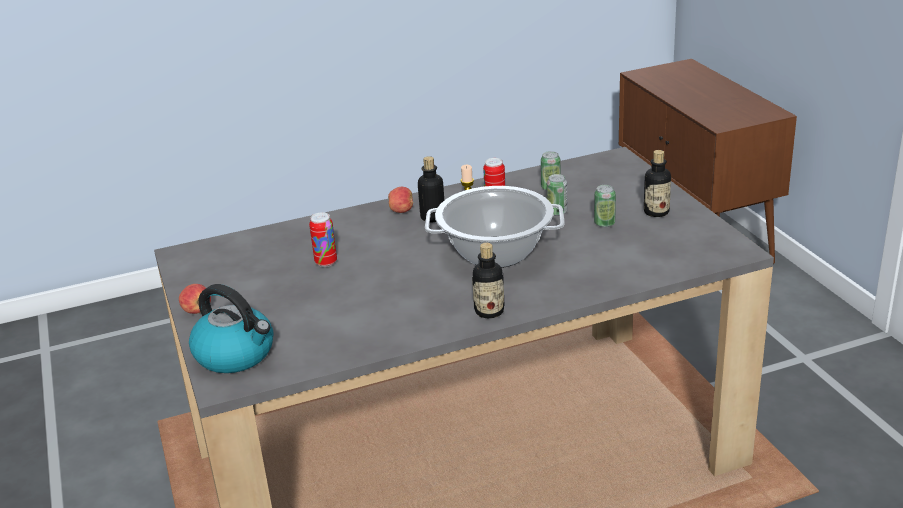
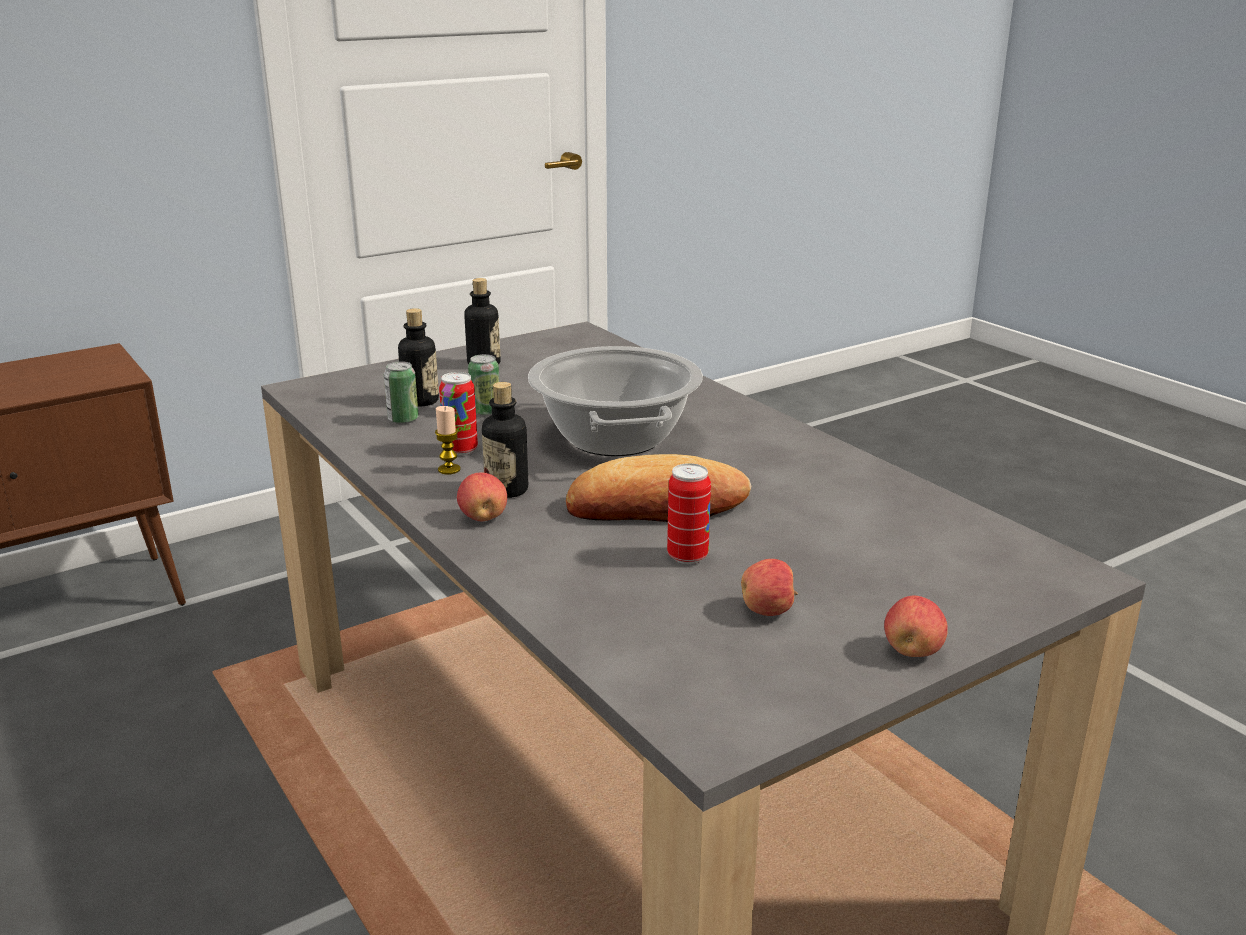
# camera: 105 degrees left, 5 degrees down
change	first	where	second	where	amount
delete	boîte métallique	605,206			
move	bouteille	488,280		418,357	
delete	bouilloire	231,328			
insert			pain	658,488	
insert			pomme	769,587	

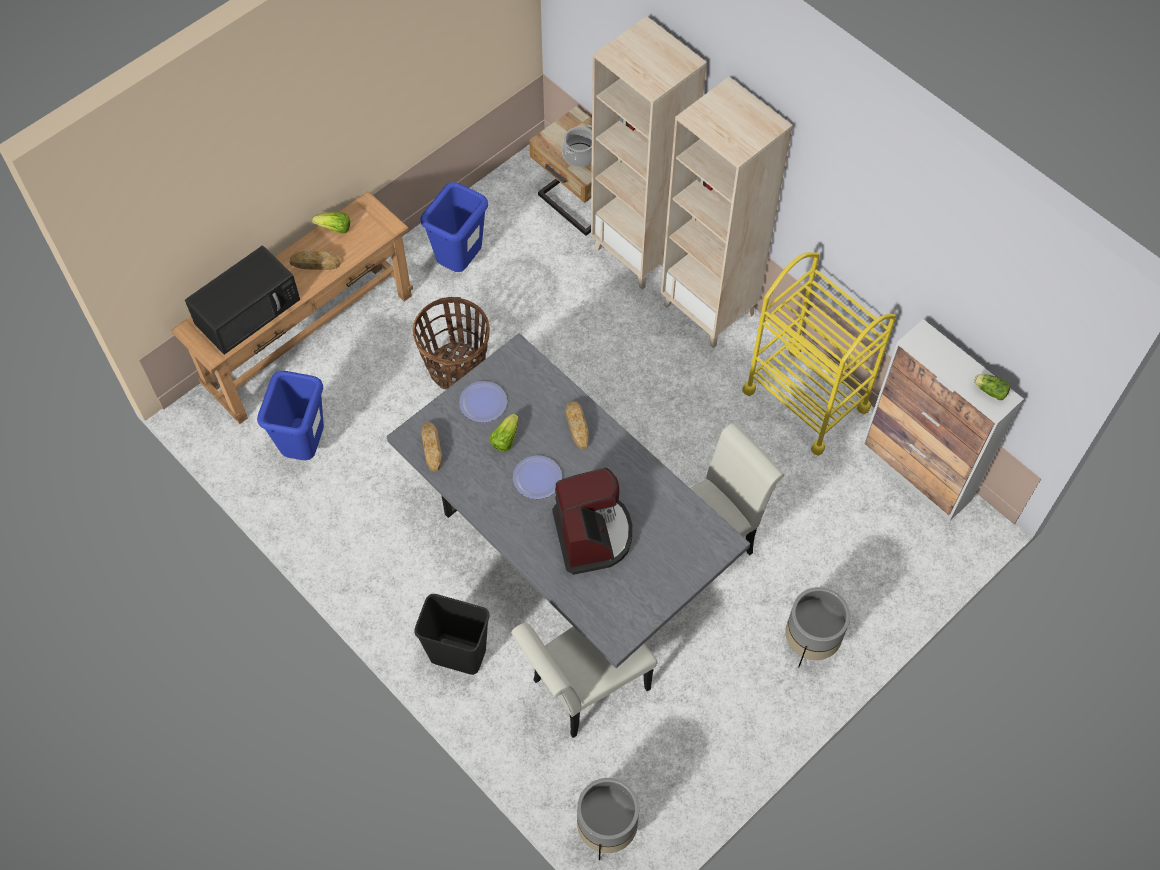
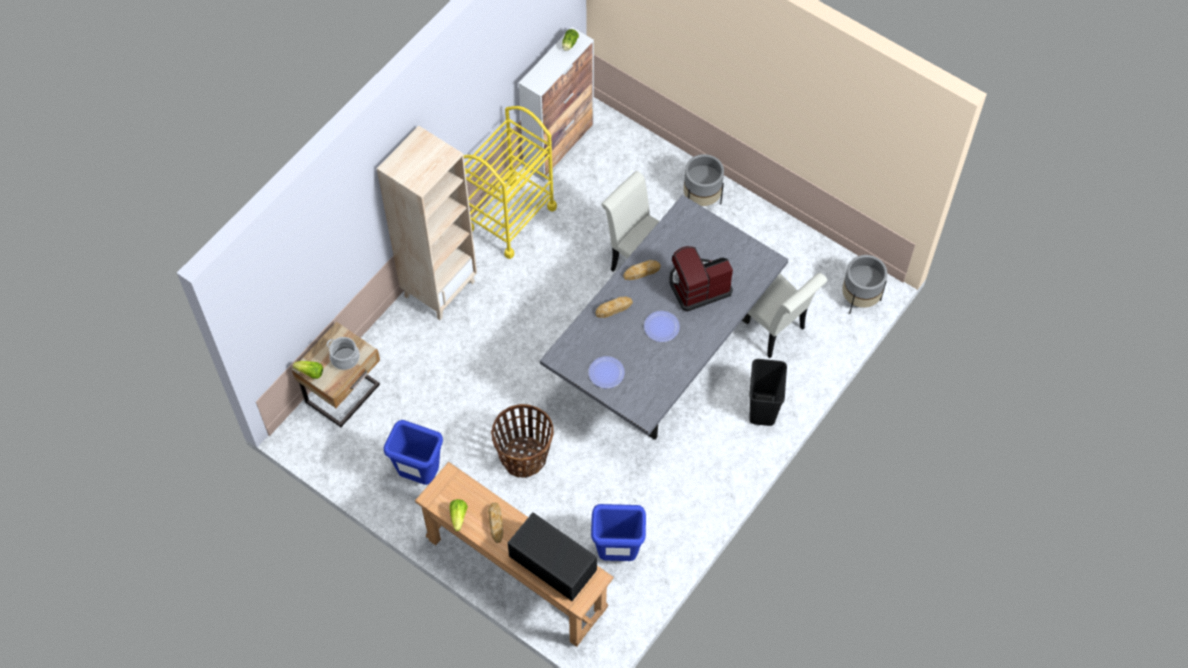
# camera: 100 degrees left, 0 degrees up
change	first	where	second	where	amount
delete	bibliothèque/beige	649,153			
move	laitue	504,433		308,370	
move	pain	432,447		642,270	

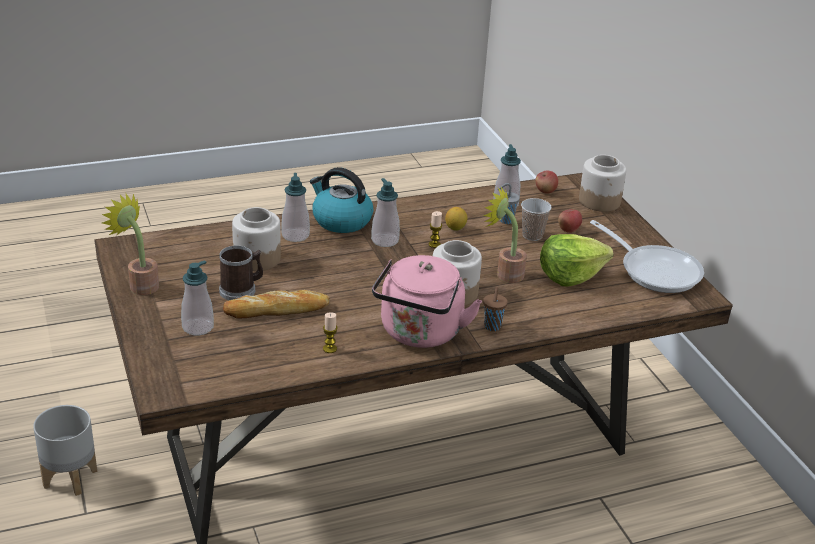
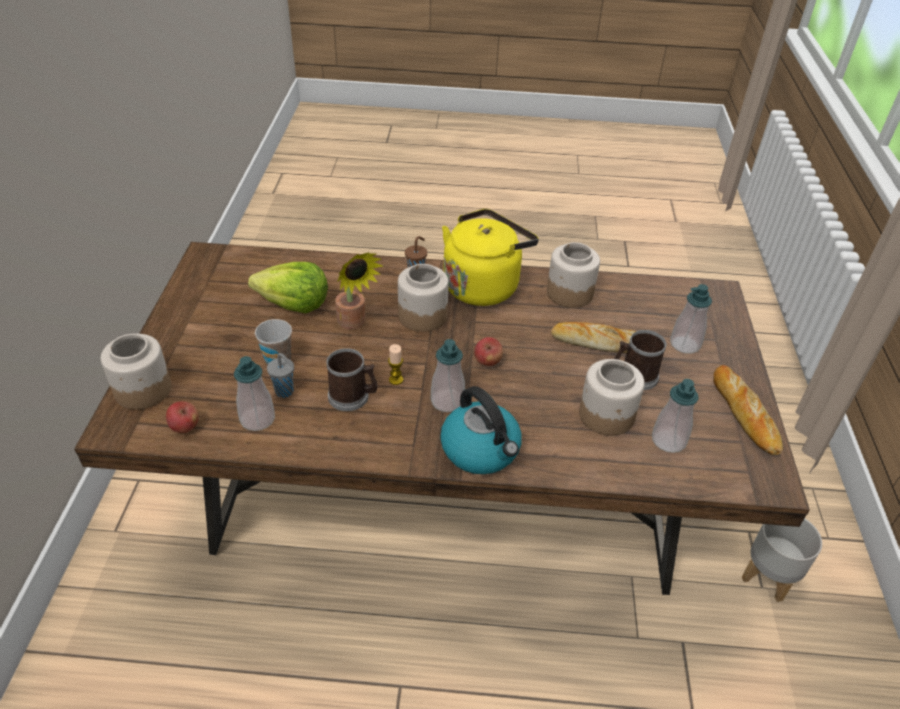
# camera: 155 degrees left, 10 degrees up
change	first	where	second	where	amount
move	distributeur de savon	295,207		675,416	
replace	plante en pot	130,244	pain	748,410	
replace	citron	456,219	mug	352,379	
move	pomme	570,221		488,351	
delete	poêle	647,256			
recolor	bouilloire/rose	427,301	bouilloire/jaune	490,257	
replace	bougie	330,332	bocal	573,275	

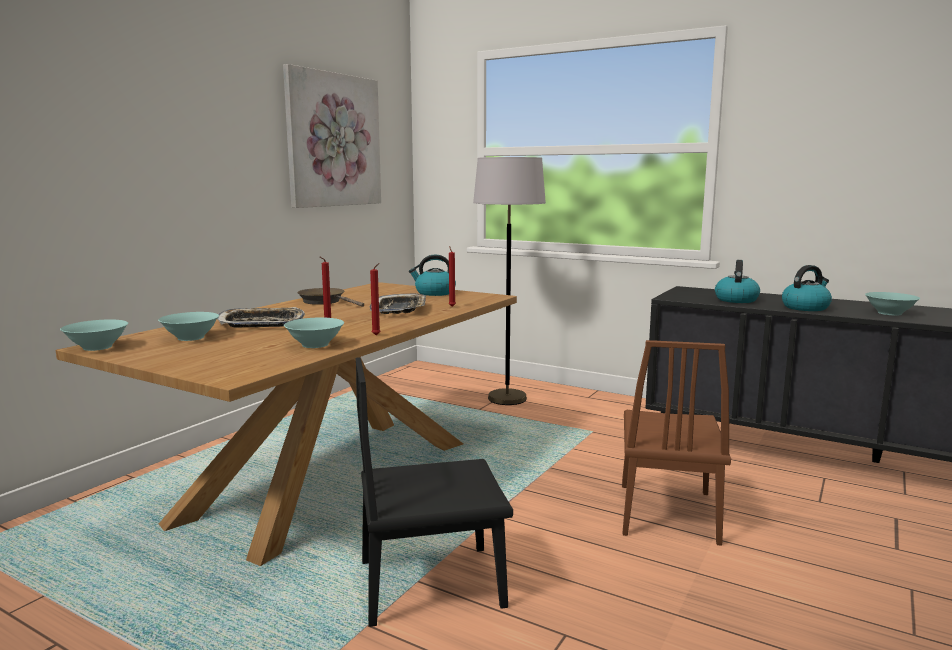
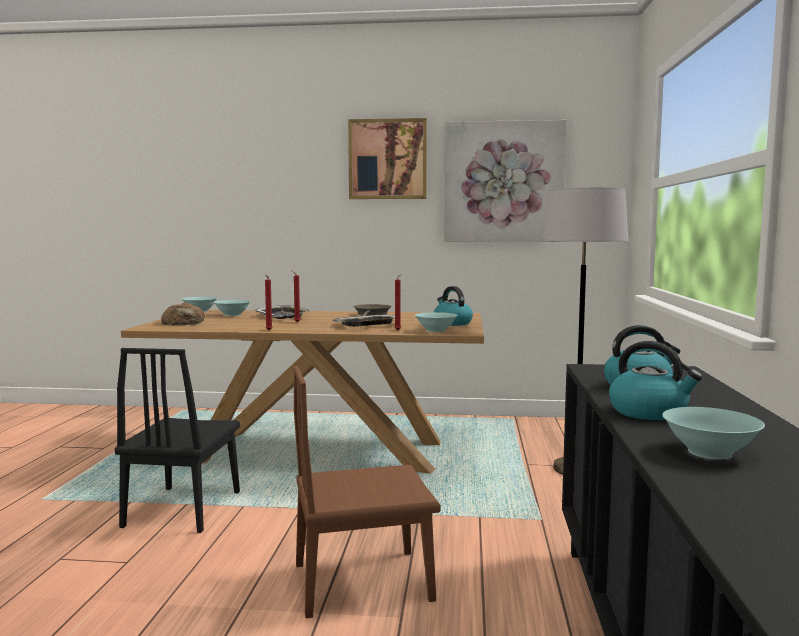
# camera: 65 degrees right, 5 degrees down
change	first	where	second	where	amount
move	bol/turquoise	314,332		436,322	
rotate	chaise/noir	434,492		177,440	135 degrees counterclockwise
insert			tableau	387,158	
insert			pain	183,314	

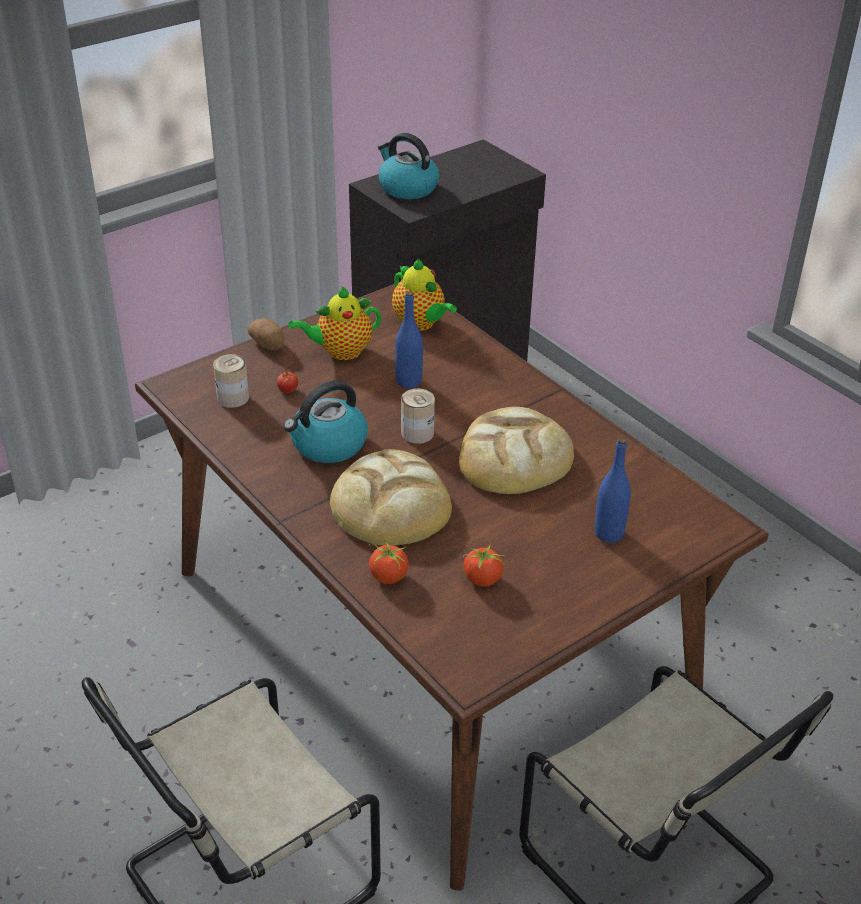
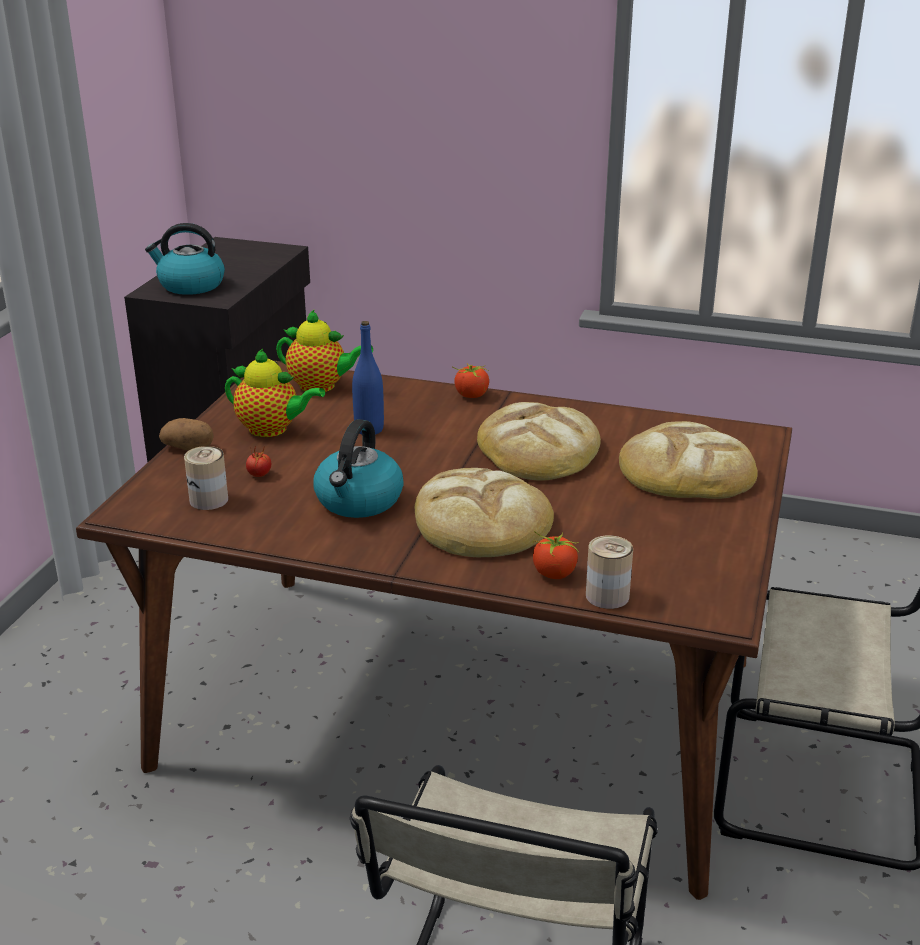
# camera: 35 degrees left, 10 degrees down
change	first	where	second	where	amount
rotate	théière	335,323		275,393	105 degrees counterclockwise
move	boîte métallique	418,416		609,572	
replace	bouteille/bleu	613,490	pain	688,460	
move	tomate	483,565		471,381	

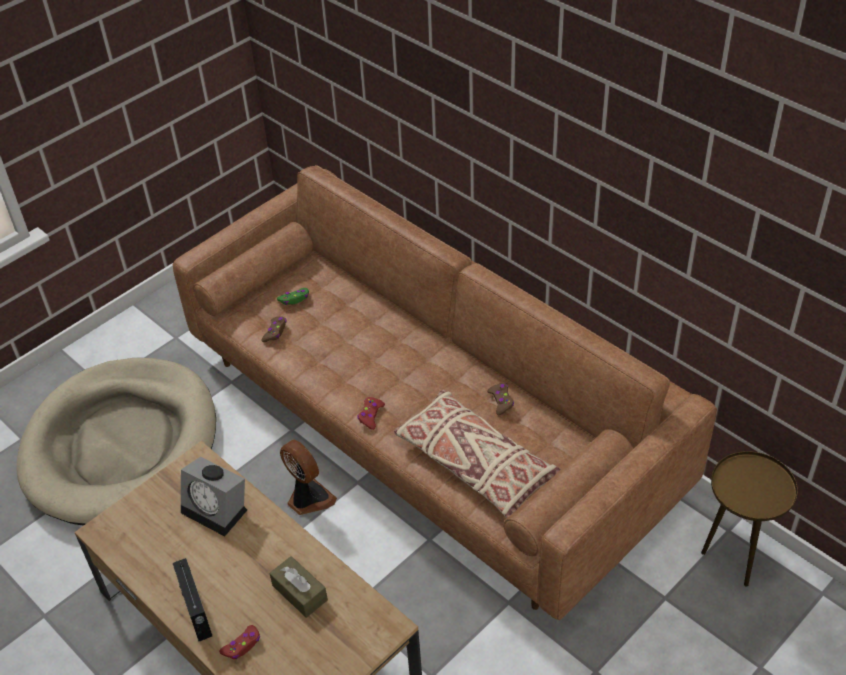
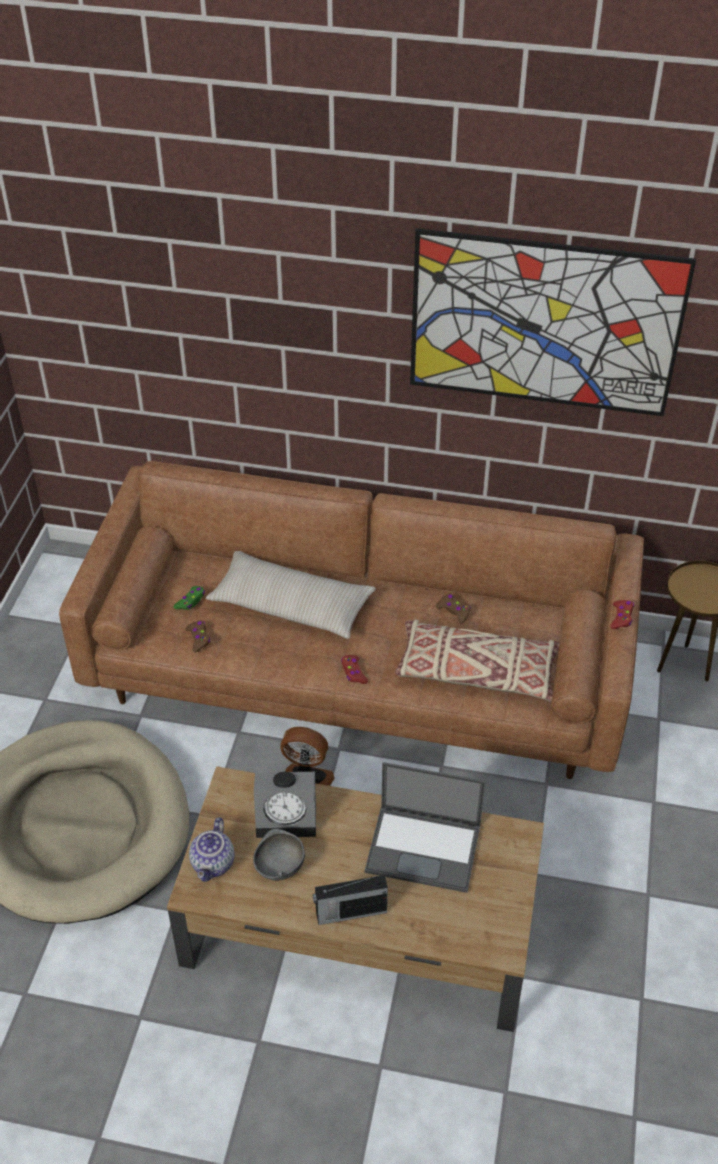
# camera: 35 degrees left, 0 degrees up
change	first	where	second	where	amount
replace	boîte à mouchoirs/marron	299,587	ordinateur portable	425,827	
rotate	radio	192,599		350,900	135 degrees clockwise
move	manette/rouge	239,642		622,614	
insert			tableau	553,322	
insert			coussin/beige	291,595	
insert			théière	212,849	
insert			bol/gris	279,854	

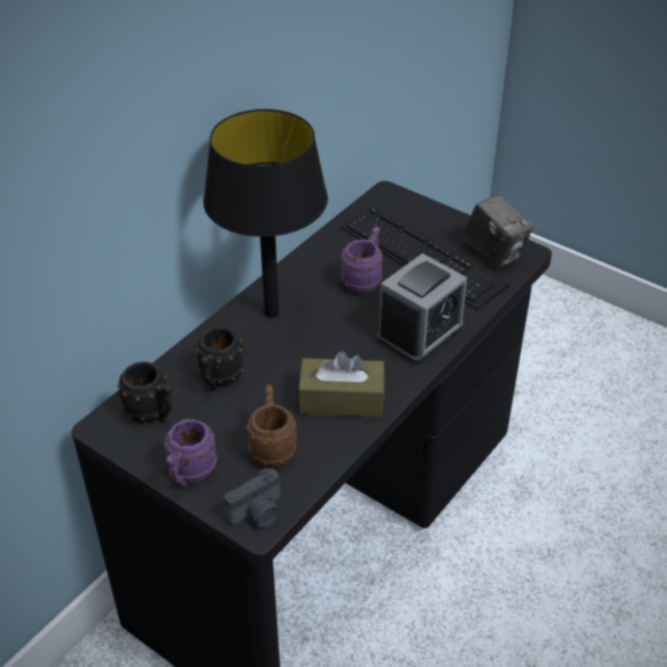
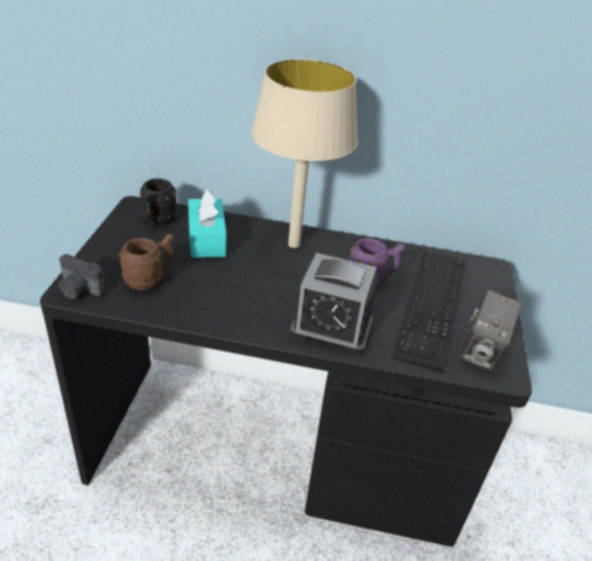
# camera: 60 degrees right, 5 degrees down
change	first	where	second	where	amount
recolor	lampe de table/noir	265,213	lampe de table/beige	304,153	
replace	mug/noir	220,359	boîte à mouchoirs/turquoise	207,224	
delete	boîte à mouchoirs/marron	341,384			
delete	mug/violet	190,453			

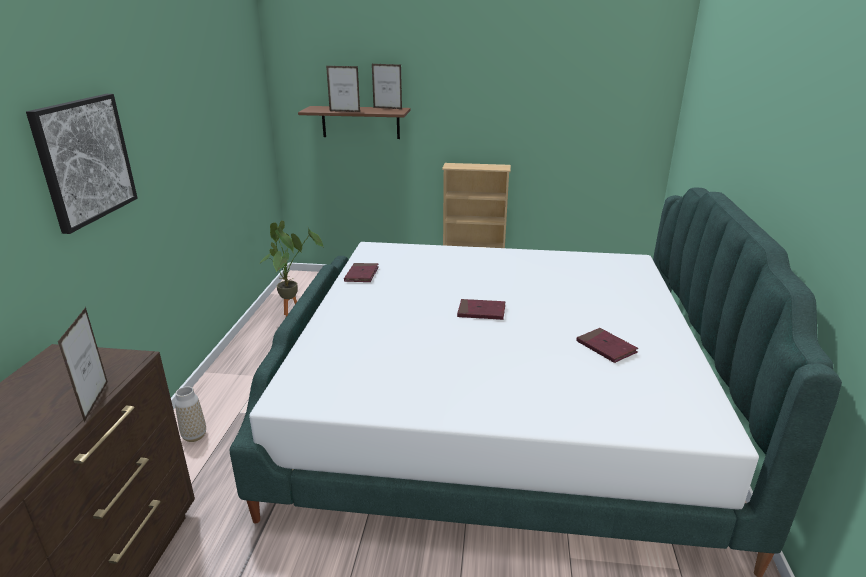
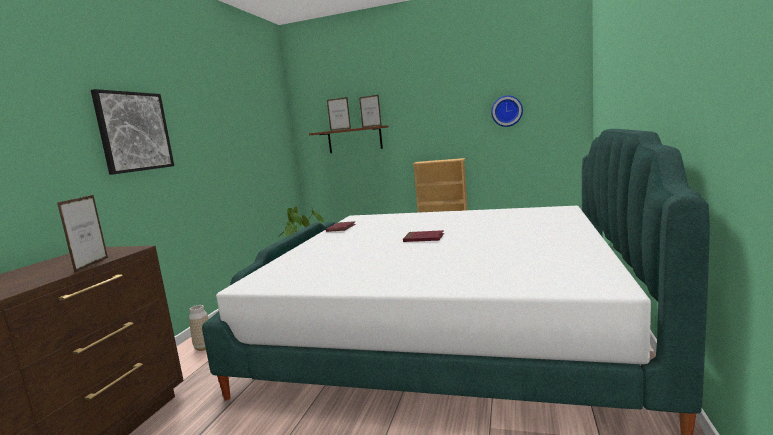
# camera: 10 degrees right, 15 degrees down
change	first	where	second	where	amount
delete	livre/rouge	607,345			
insert			horloge murale	507,111	

